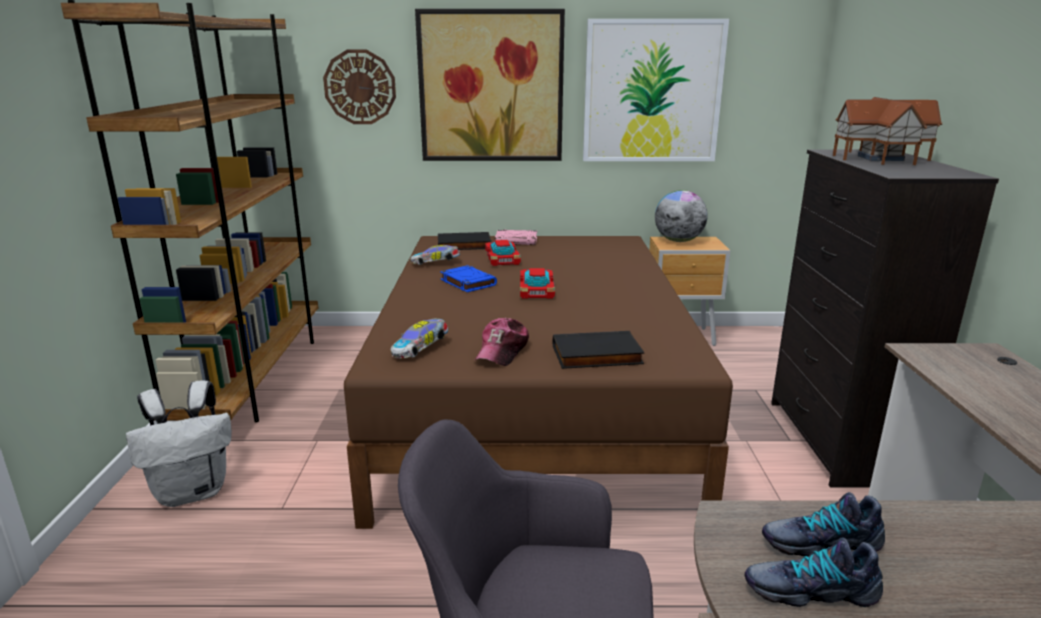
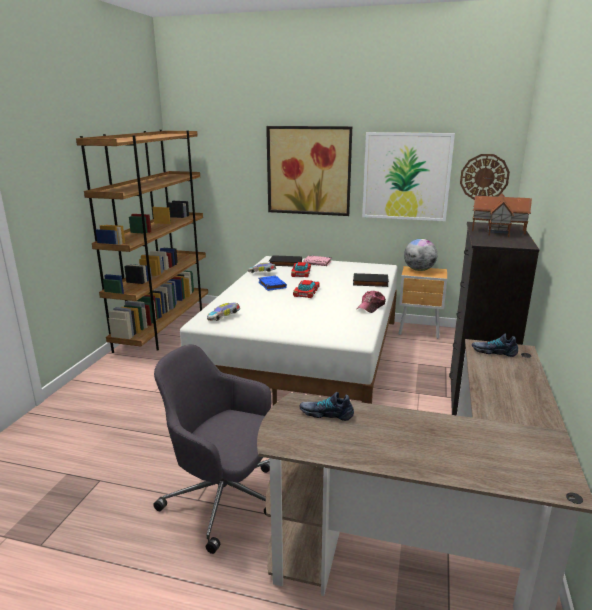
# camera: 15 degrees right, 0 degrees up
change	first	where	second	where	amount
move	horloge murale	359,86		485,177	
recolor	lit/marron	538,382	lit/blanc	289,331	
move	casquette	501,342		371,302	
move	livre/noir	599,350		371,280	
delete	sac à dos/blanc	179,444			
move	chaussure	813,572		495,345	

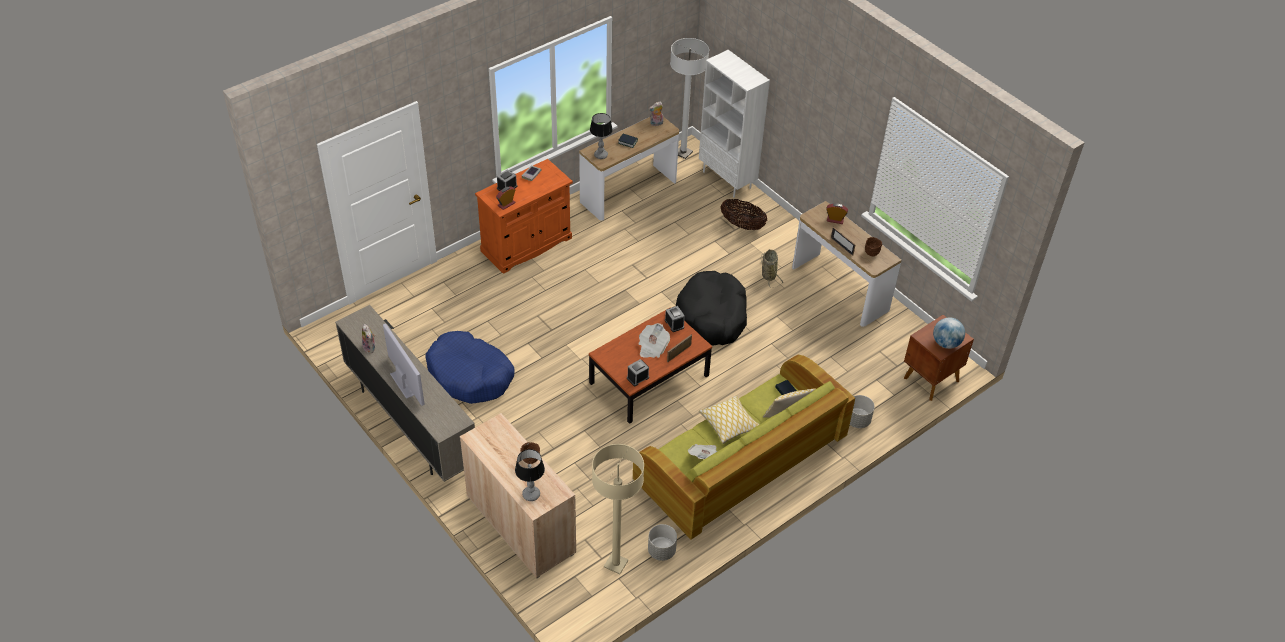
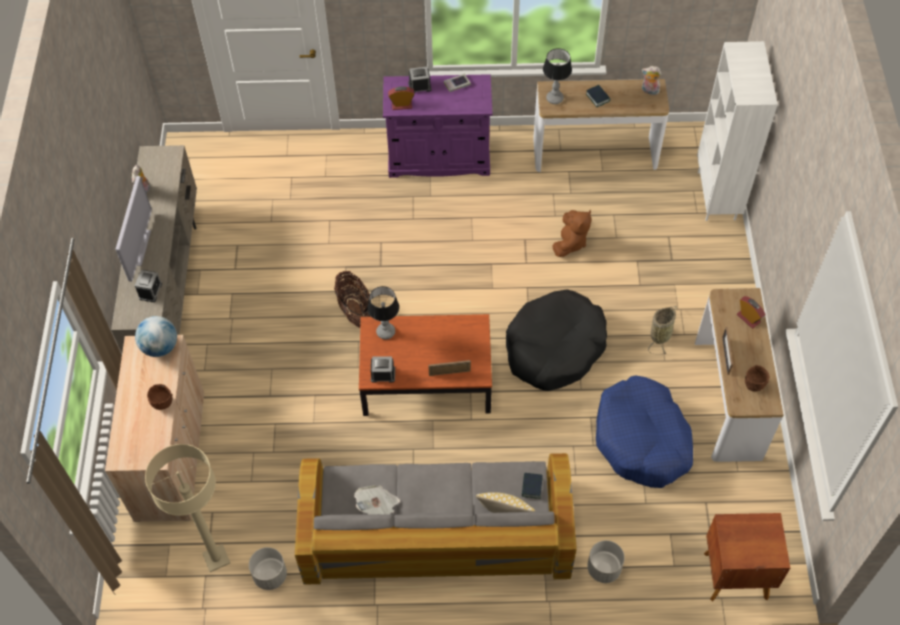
# camera: 40 degrees right, 10 degrees up
change	first	where	second	where	amount
delete	lampadaire/blanc	689,98			
recolor	meuble de rangement/orange	524,216	meuble de rangement/violet	438,126	
move	panier	743,214		352,299	
move	réveil	675,319		148,286	
move	globe	949,333		156,336	
delete	journal	654,340			
move	panier pour chien/bleu	470,367		644,431	
recolor	canapé/vert	744,447	canapé/gris	436,519	
delete	coussin	729,419			
move	lampe de table	530,475		383,312	
insert			peluche/marron	572,233	

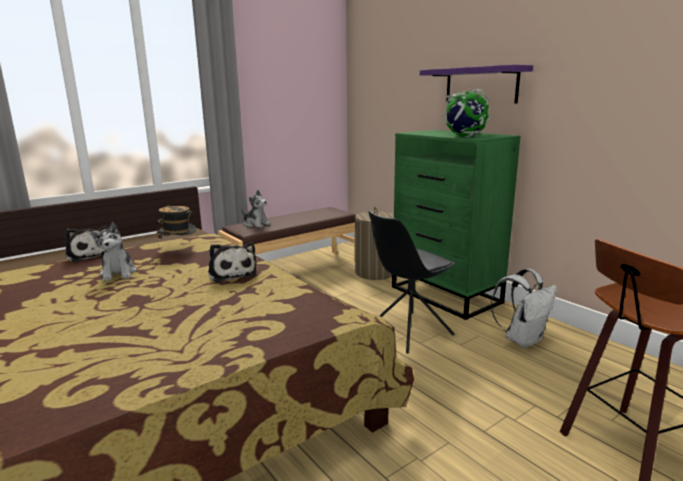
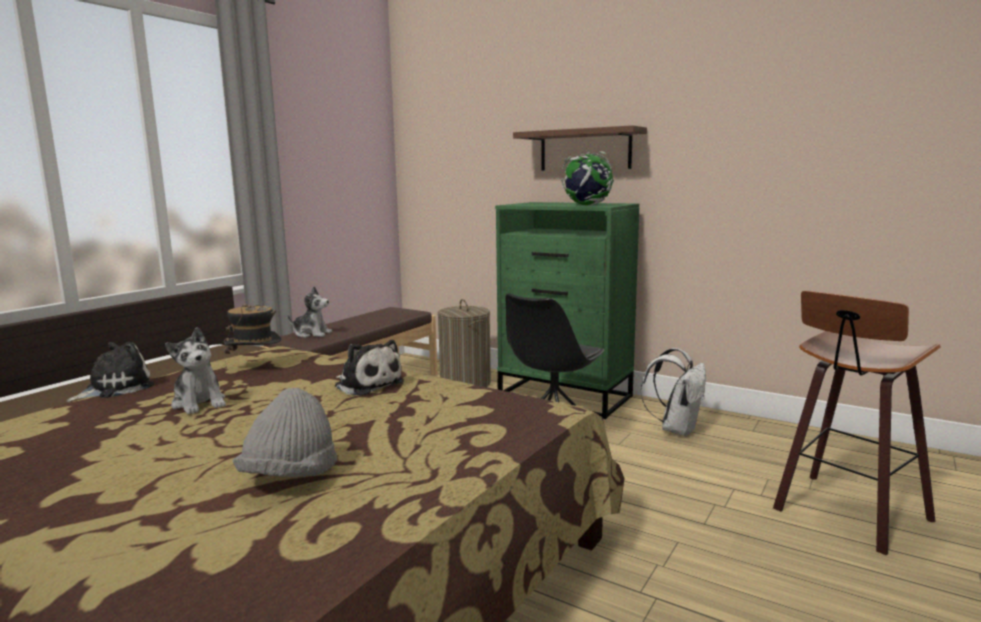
# camera: 20 degrees left, 5 degrees down
change	first	where	second	where	amount
recolor	étagère/violet	476,84	étagère/marron	580,147	
rotate	peluche	86,244		110,372	75 degrees counterclockwise
insert			chapeau/gris	285,432	

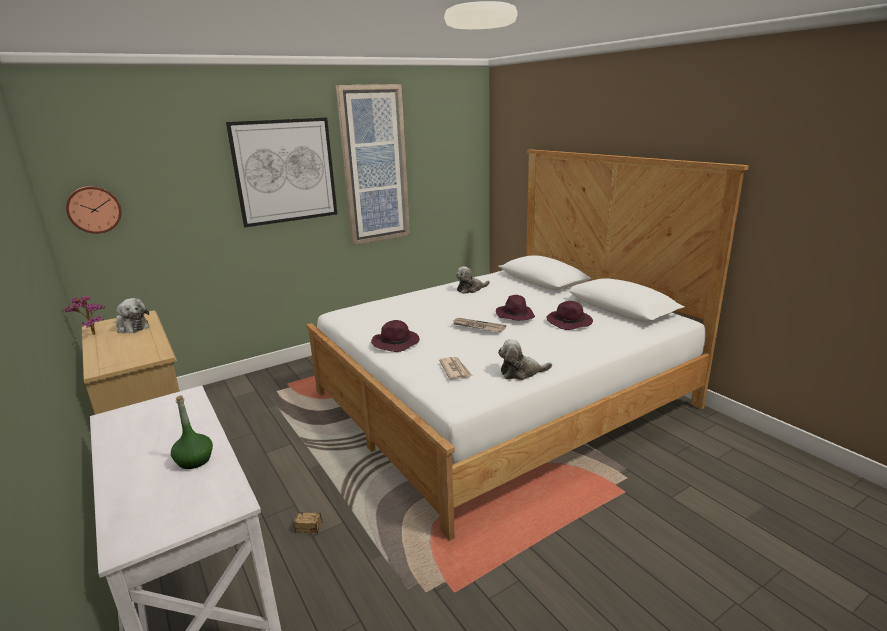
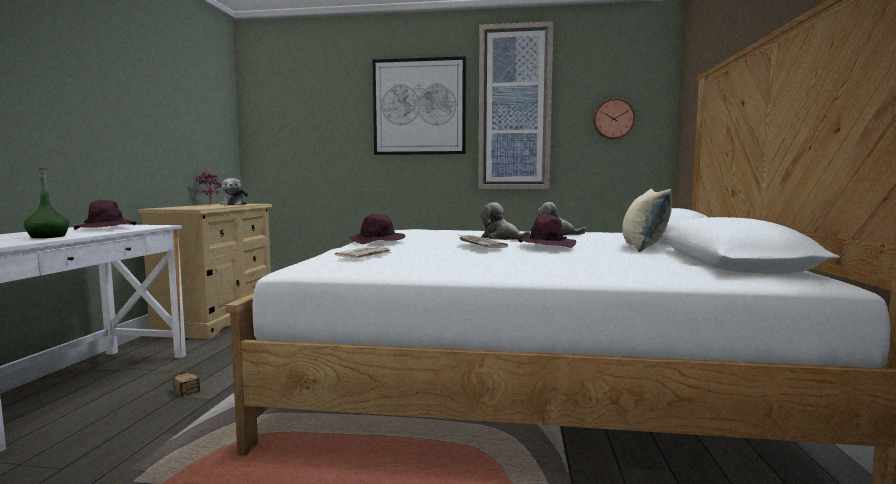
# camera: 40 degrees right, 15 degrees down
change	first	where	second	where	amount
move	horloge murale	93,210		614,118	
move	chapeau/violet	569,315		105,215	
move	peluche	525,359		505,221	
insert			coussin/beige	647,220	

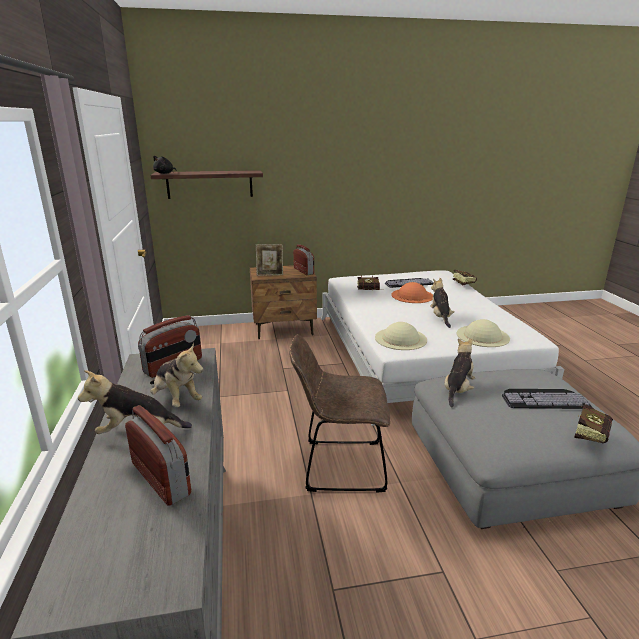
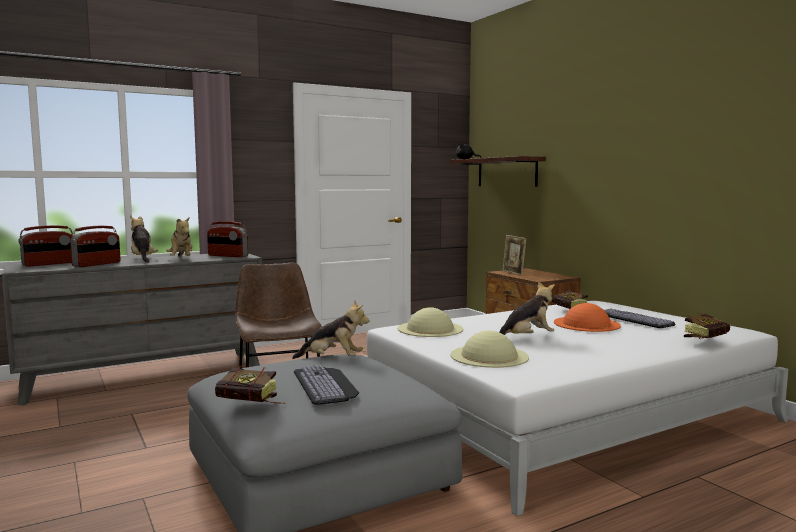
# camera: 70 degrees right, 15 degrees down
change	first	where	second	where	amount
move	radio	303,259		46,246	
rotate	peluche	176,374		179,237	45 degrees counterclockwise

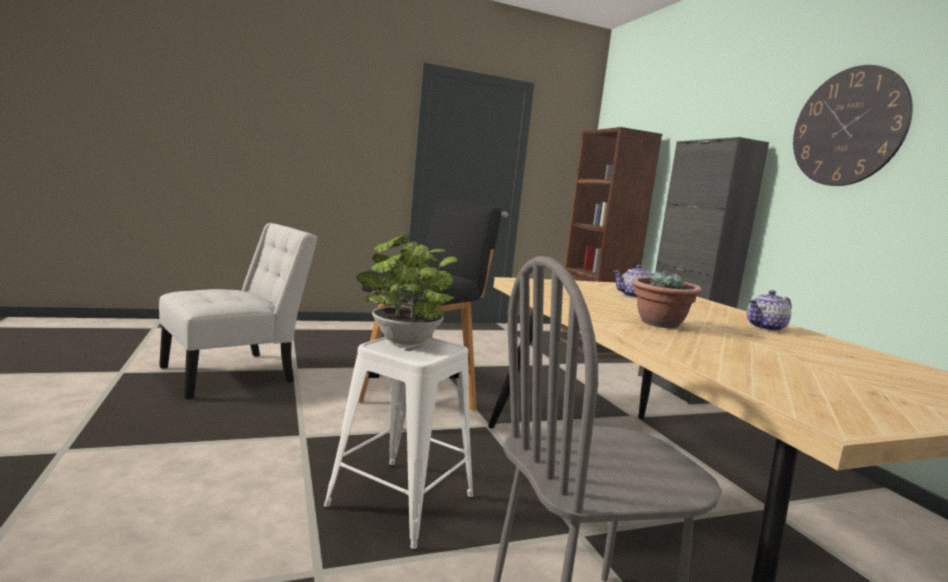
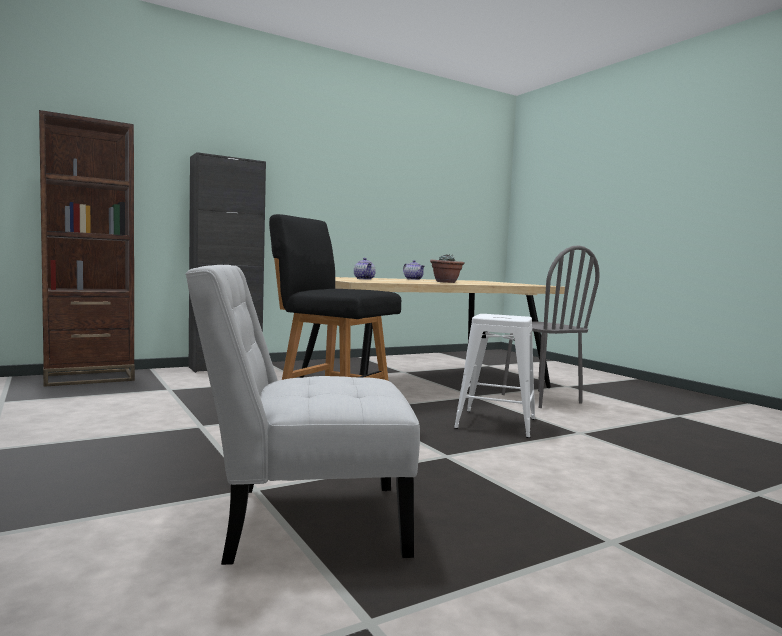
# camera: 100 degrees left, 5 degrees down
change	first	where	second	where	amount
delete	horloge murale	853,125			
rotate	chaise/blanc	238,311		302,415	45 degrees counterclockwise
delete	plante en pot	407,290			

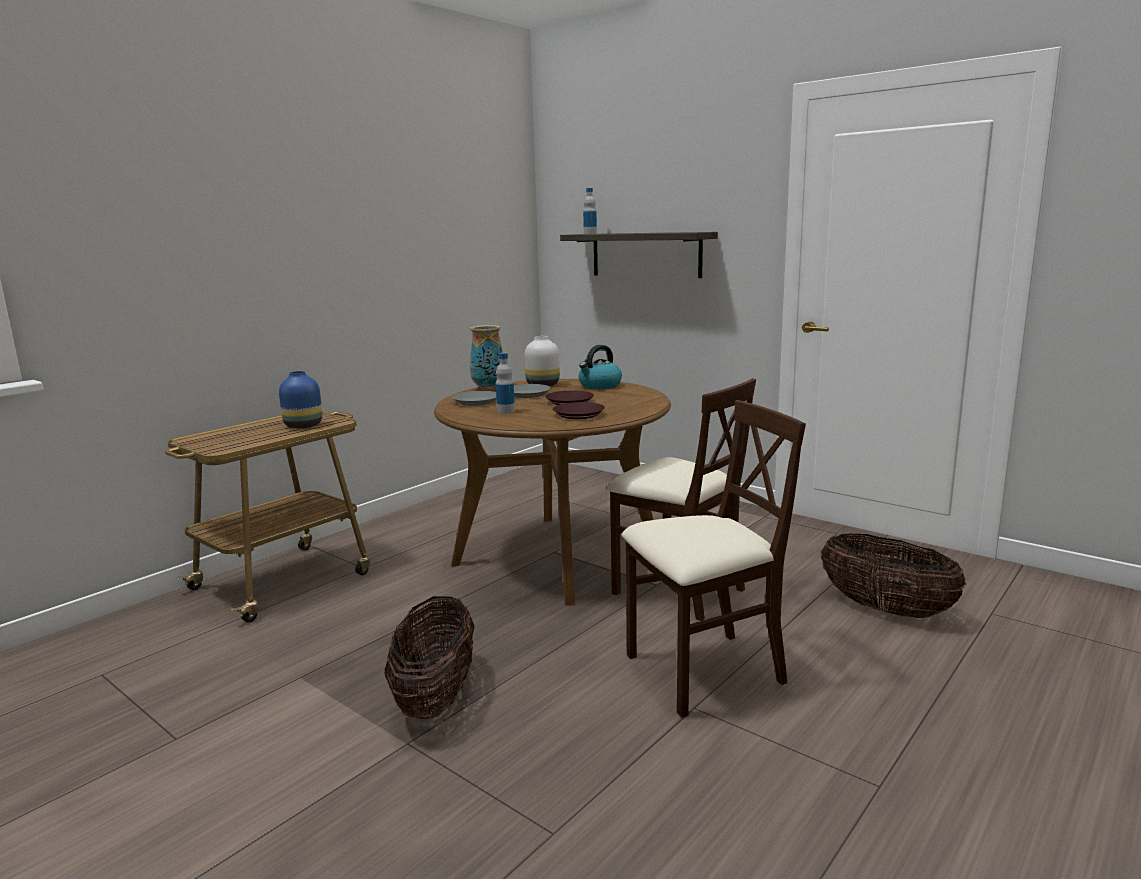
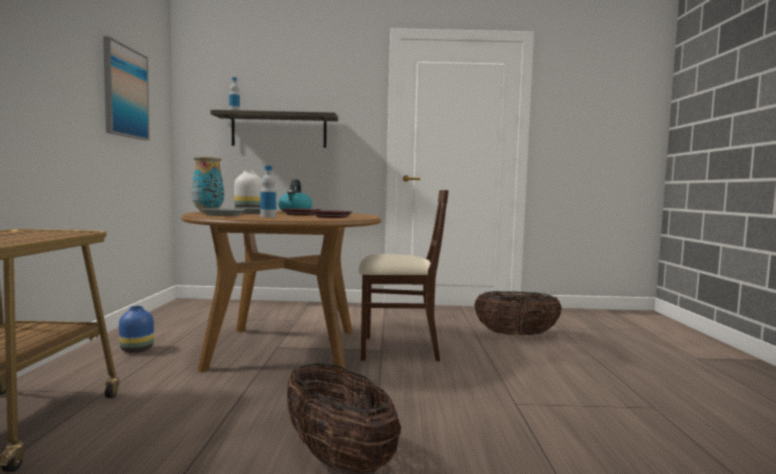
# camera: 40 degrees left, 10 degrees down
change	first	where	second	where	amount
move	vase/bleu	300,399		136,329	
delete	chaise/beige	714,559			
insert			tableau	126,88	

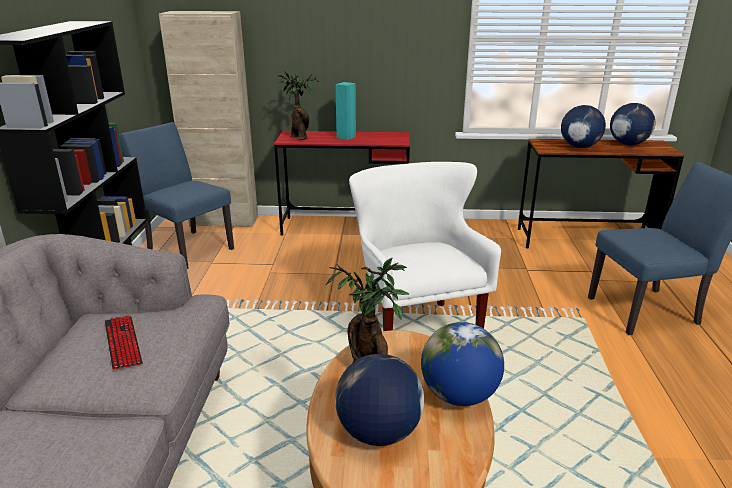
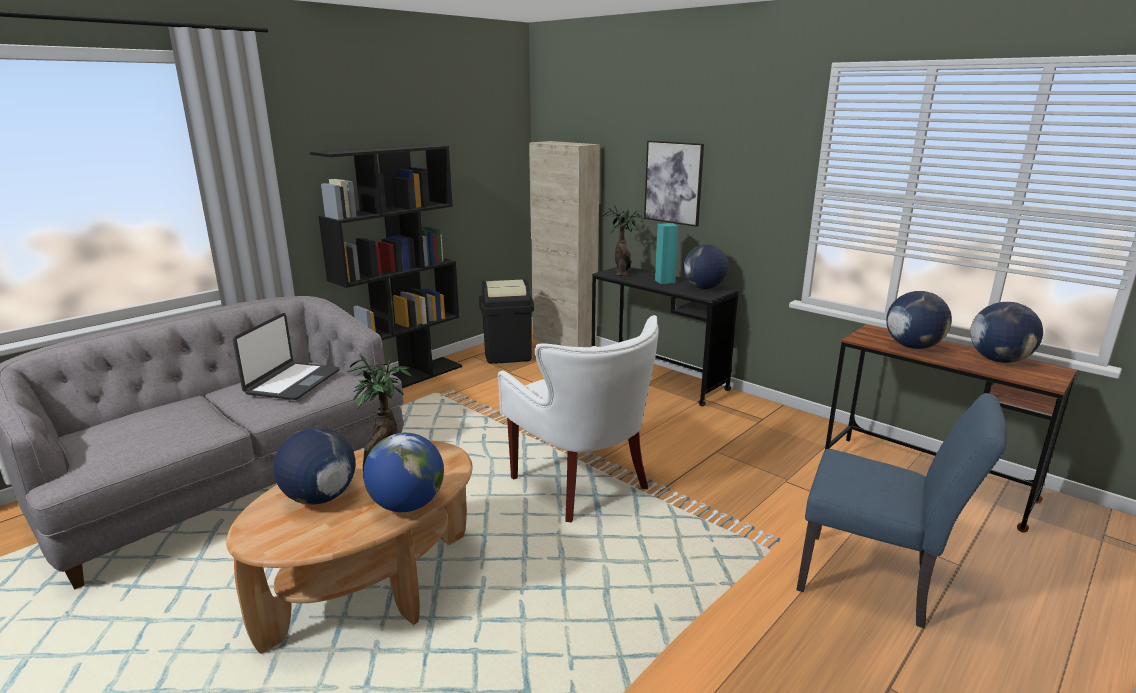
# camera: 40 degrees right, 5 degrees down
change	first	where	second	where	amount
replace	chaise/bleu	176,195	poubelle/noir	506,321	
recolor	bureau/rouge	342,183	bureau/noir	665,336	
rotate	fauteuil/blanc	425,246		578,419	120 degrees clockwise
replace	clavier	124,342	ordinateur portable	286,356	
insert			tableau	674,183	
insert			globe	706,266	

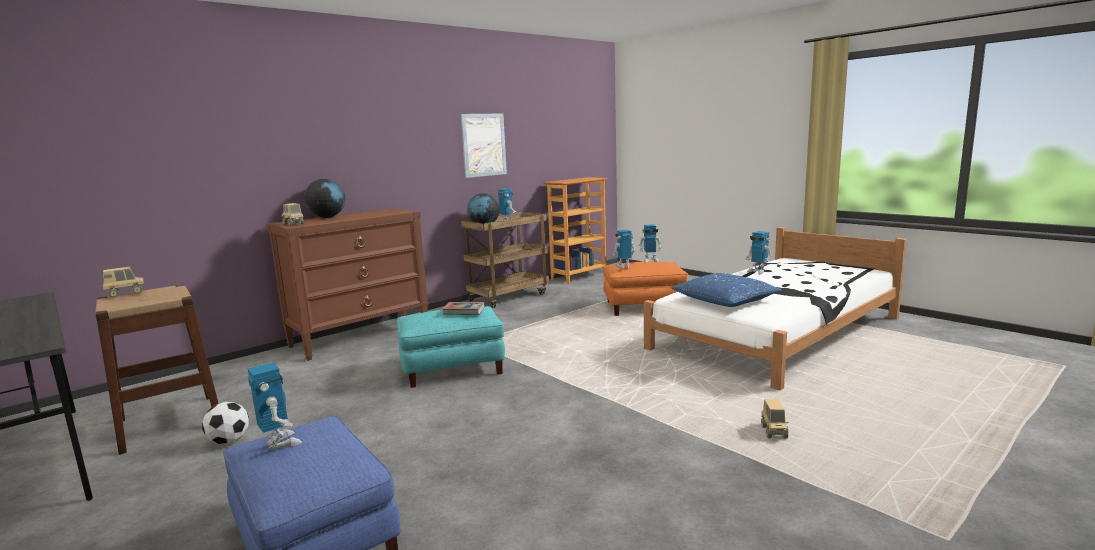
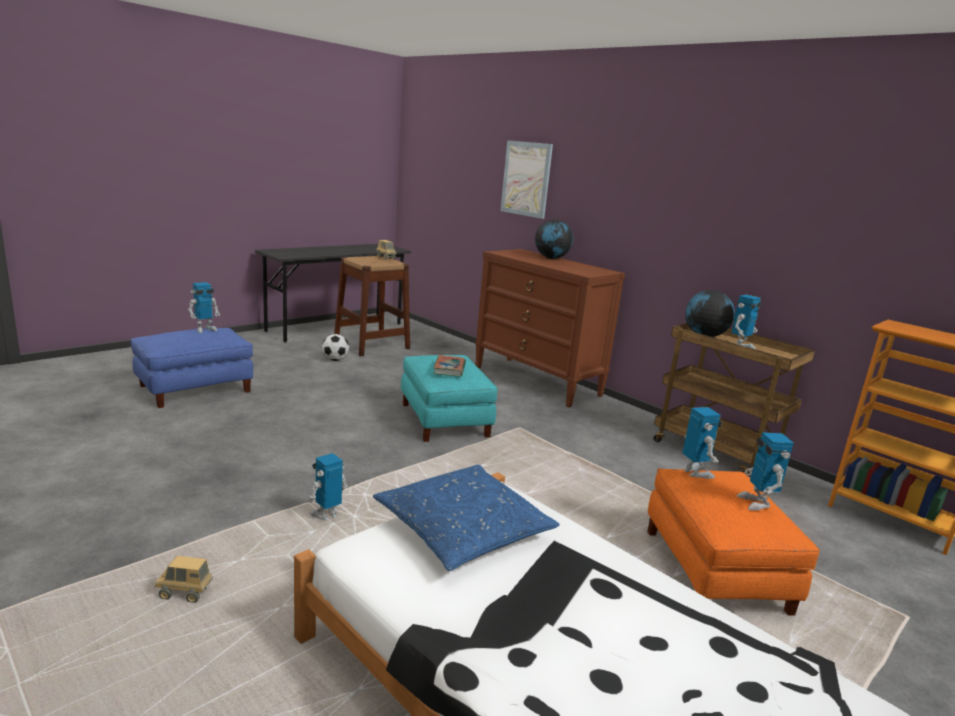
# camera: 85 degrees right, 5 degrees up
change	first	where	second	where	amount
move	tableau	483,146		527,179	
delete	camion jouet	293,214			
move	robot jouet	759,252		326,487	

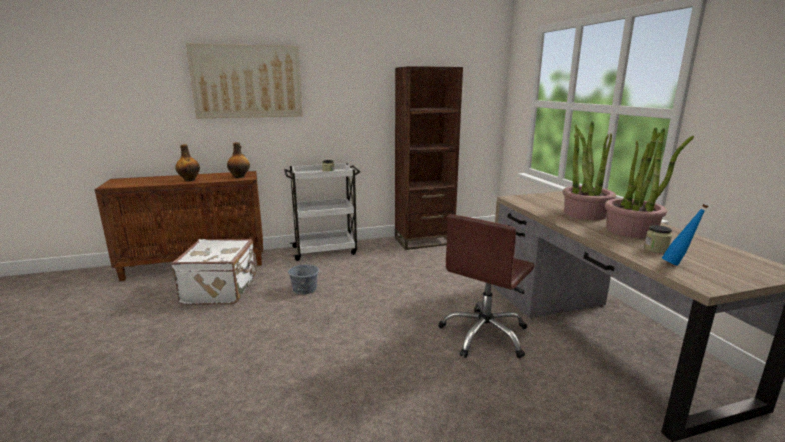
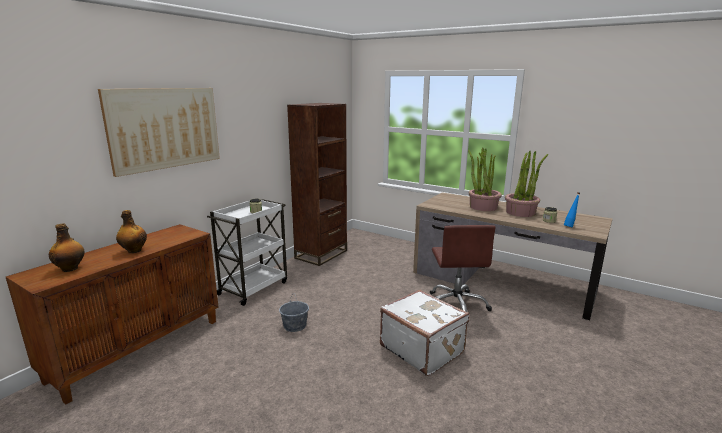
# camera: 40 degrees left, 0 degrees up
change	first	where	second	where	amount
move	bouteille	238,160		66,247	
move	valise/blanc	214,272		425,333	

